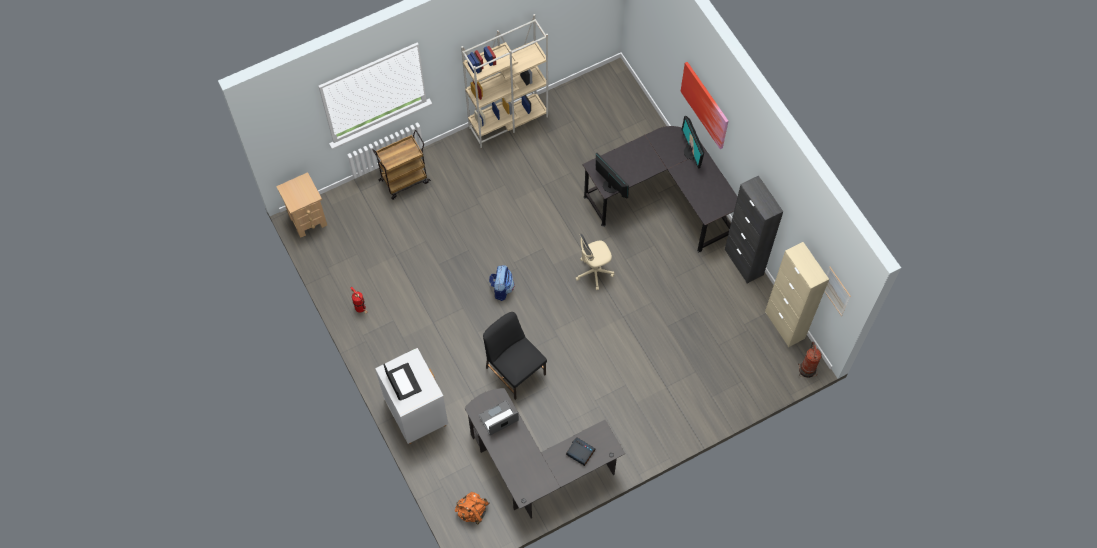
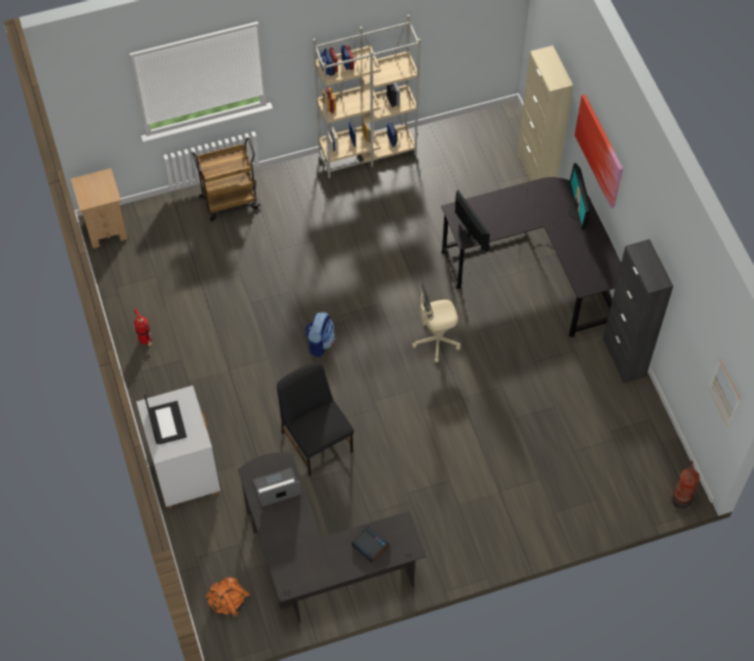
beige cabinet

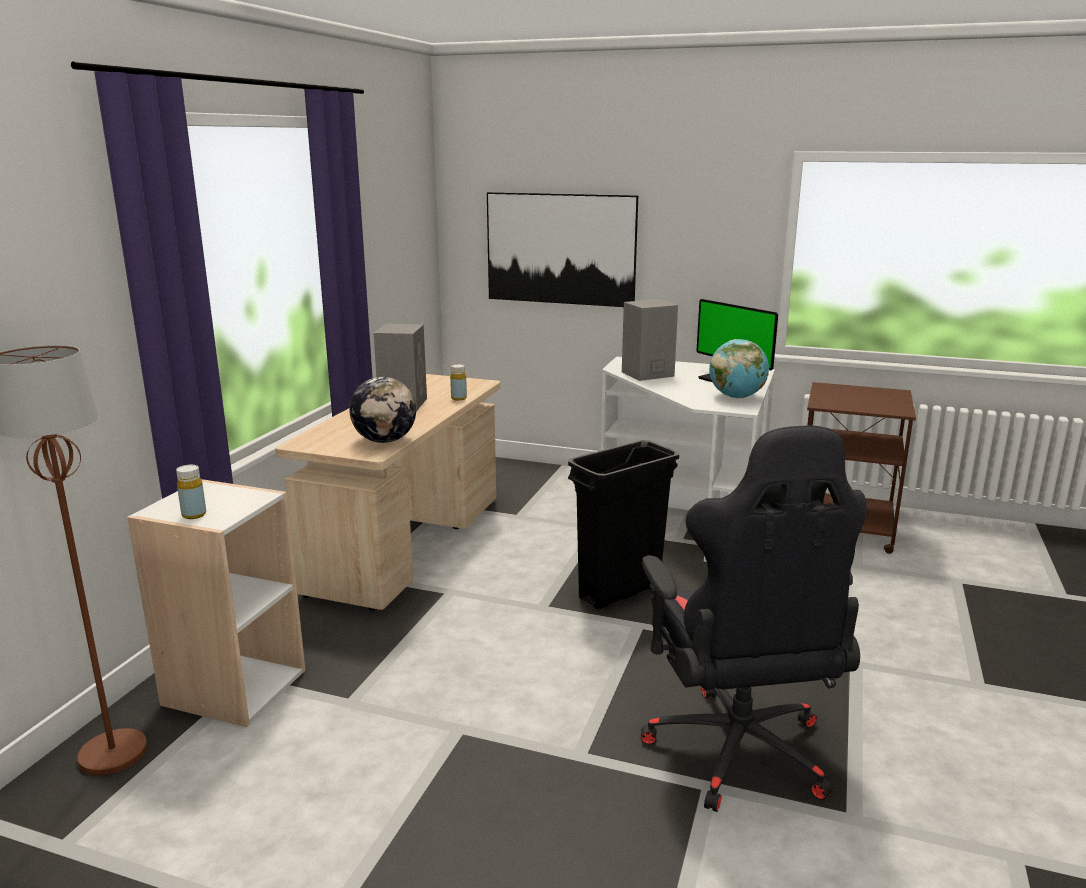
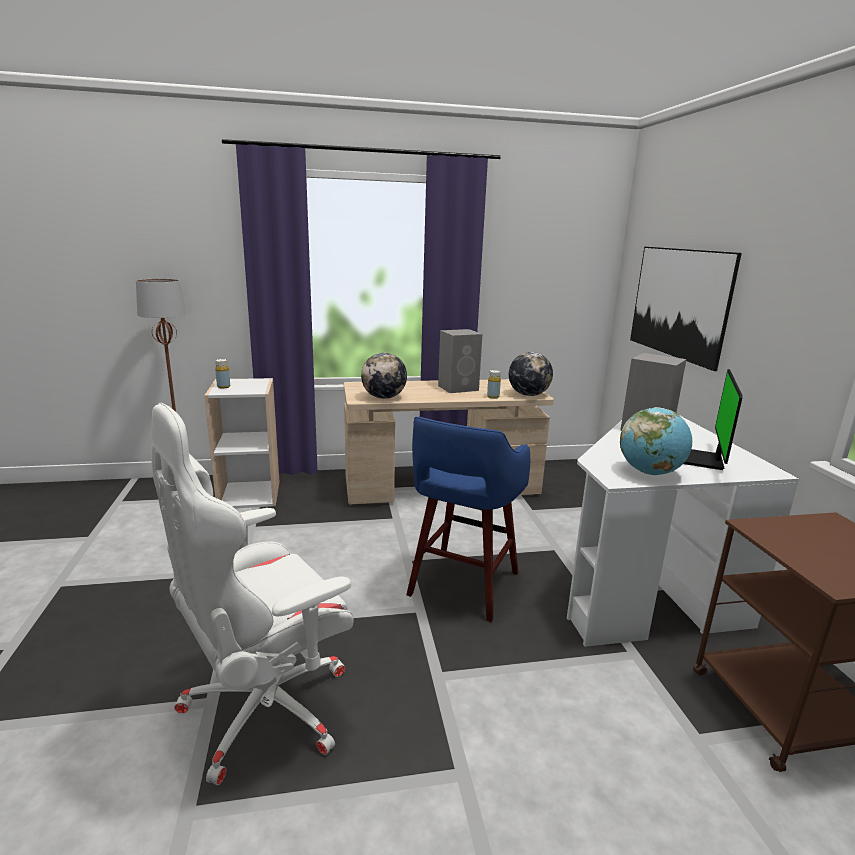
white office chair; blue stool; globe (no. 2 from left)

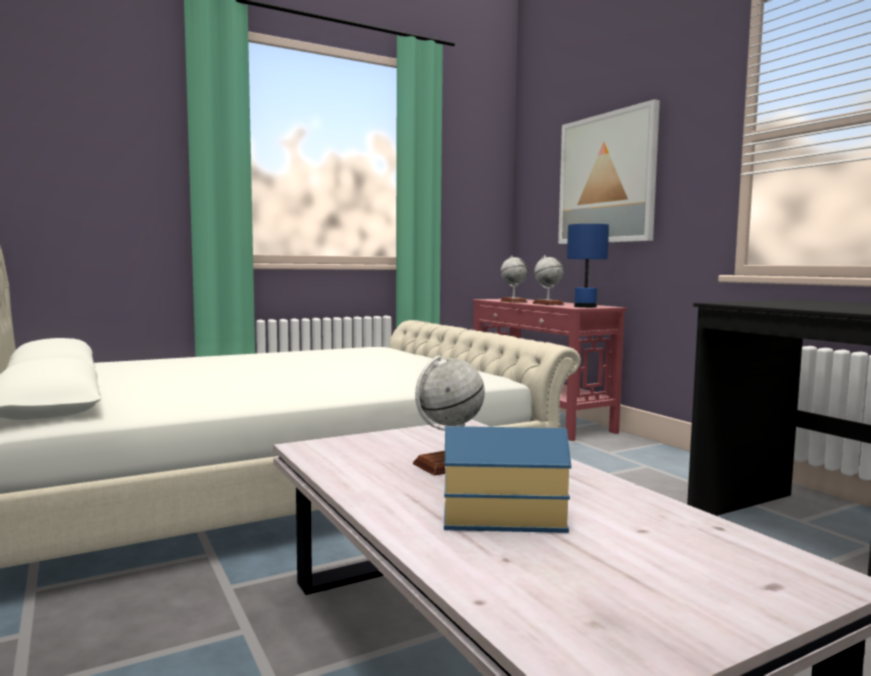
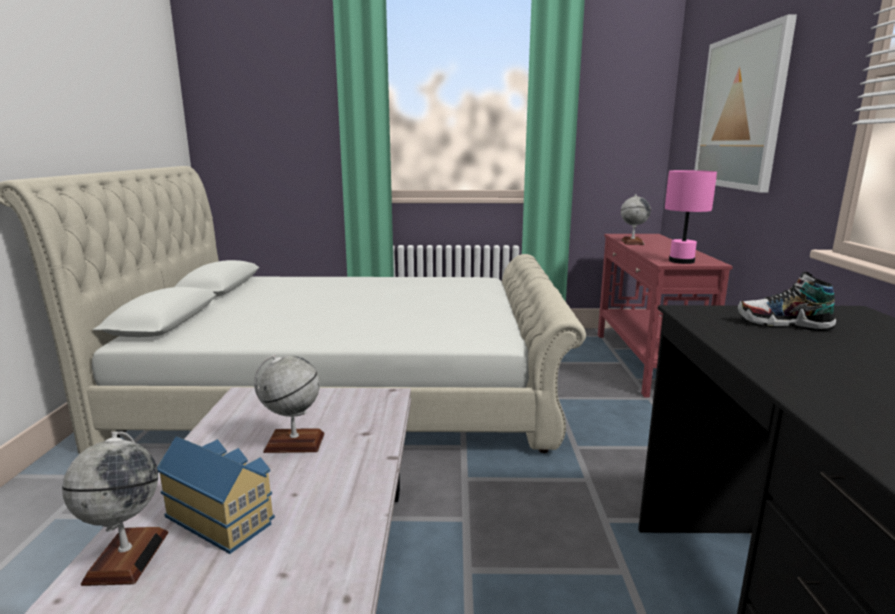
pink table lamp; globe (no. 1 from left); shoe

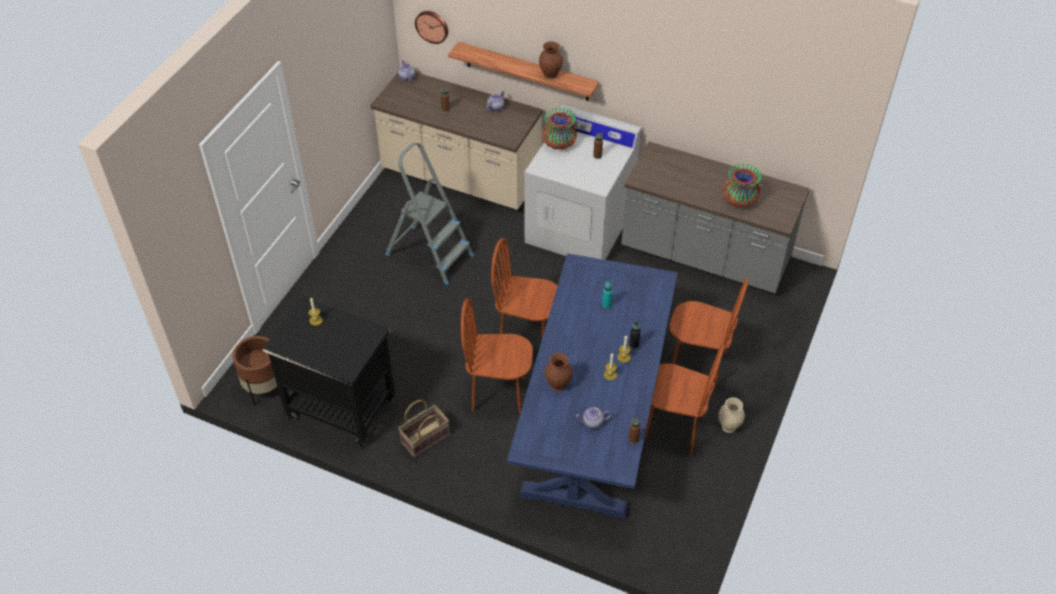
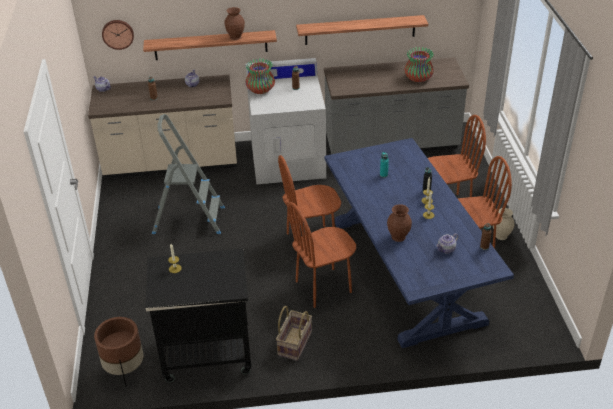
shelf (no. 2 from left)

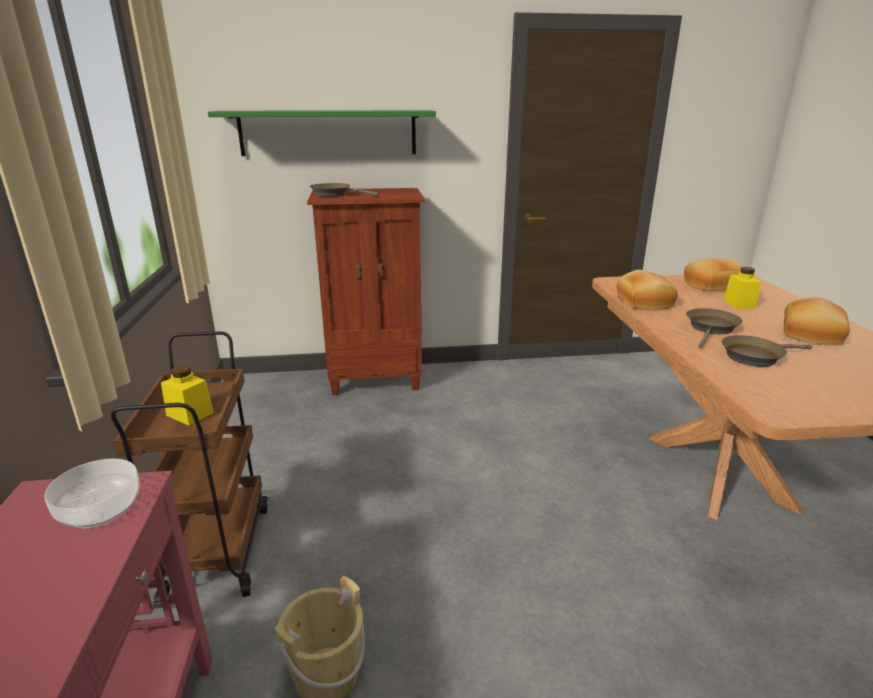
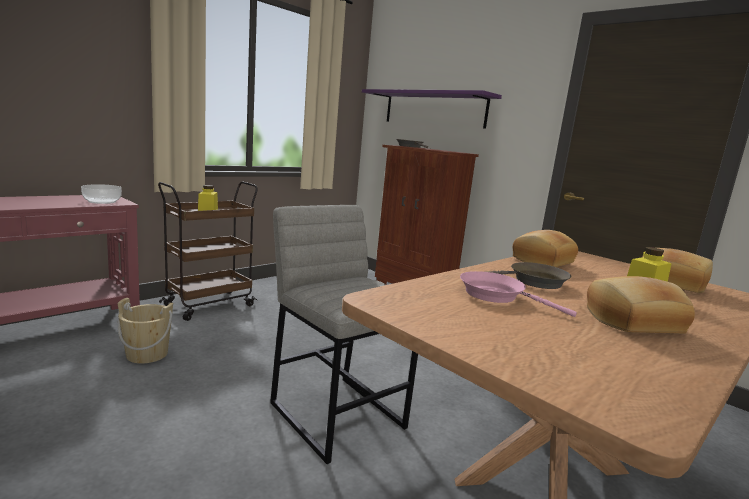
purple shelf; pink frying pan; grey chair

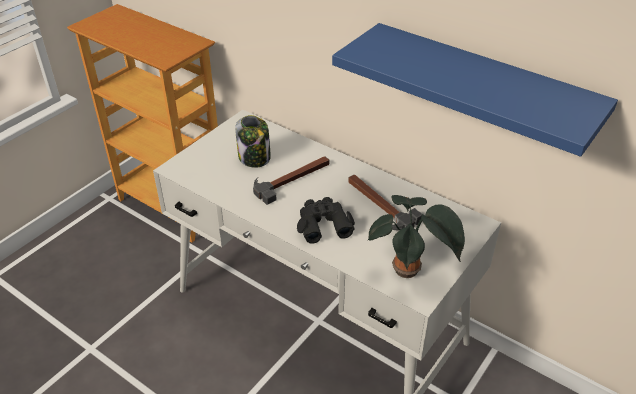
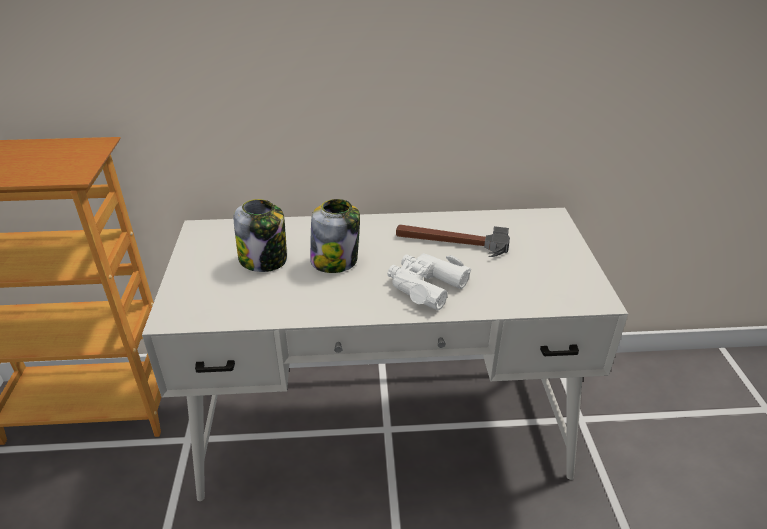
blue shelf; jar (no. 2 from left); potted plant; white binoculars

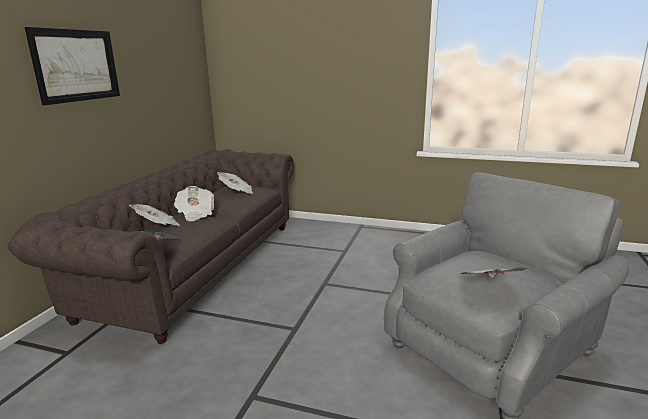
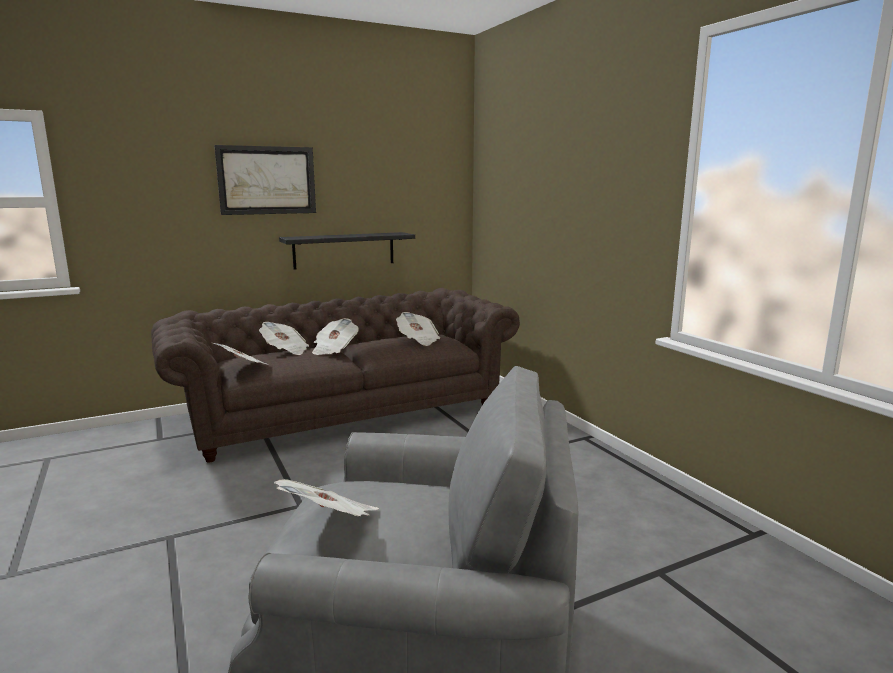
black shelf

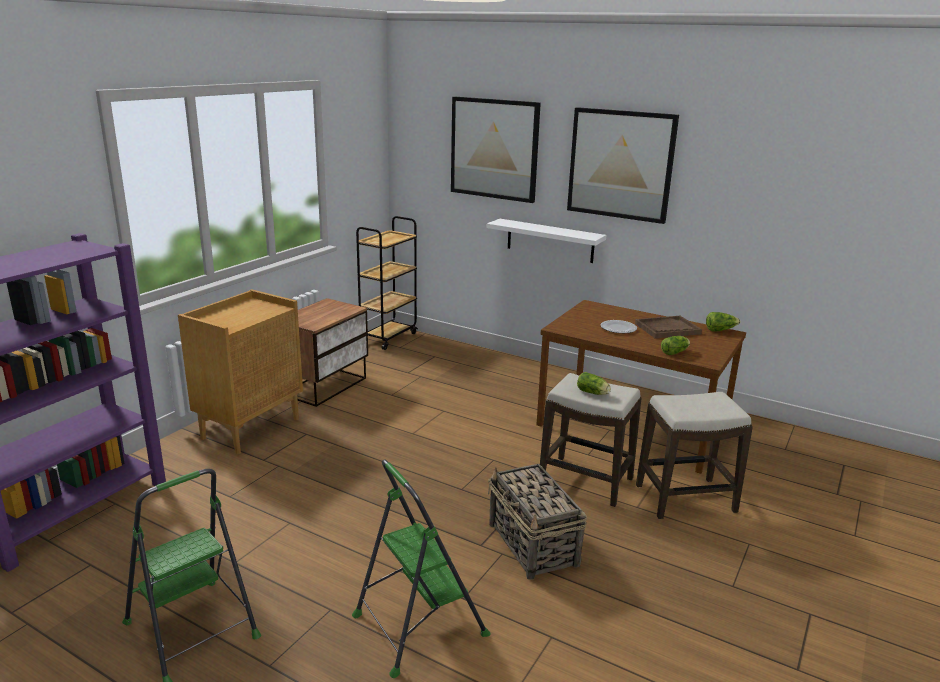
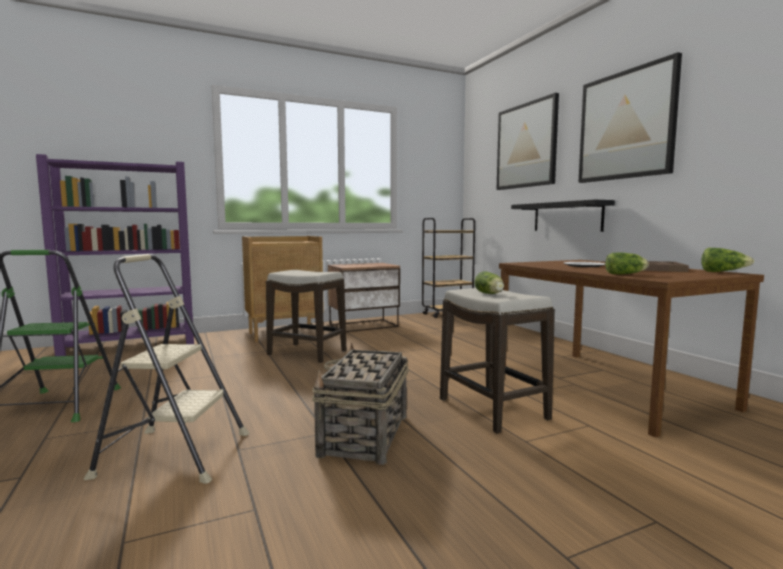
black shelf; stool (no. 1 from left); beige step ladder

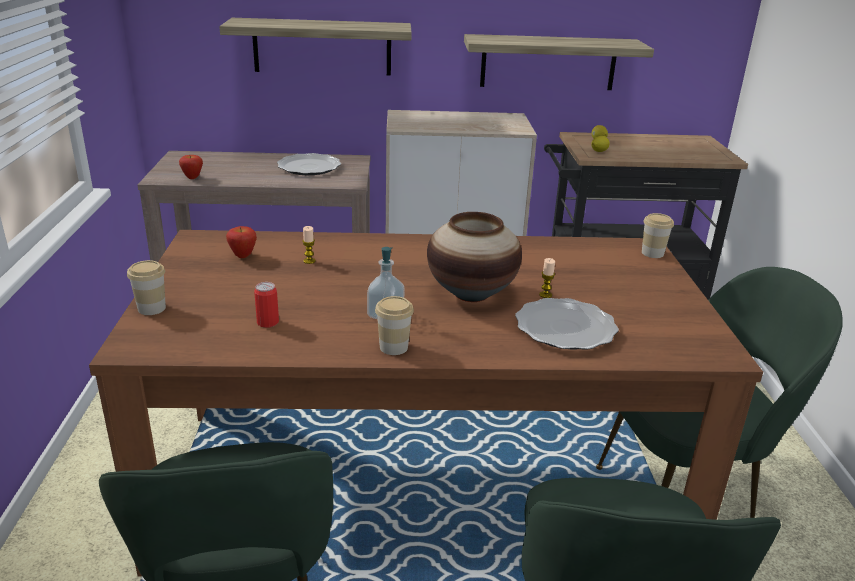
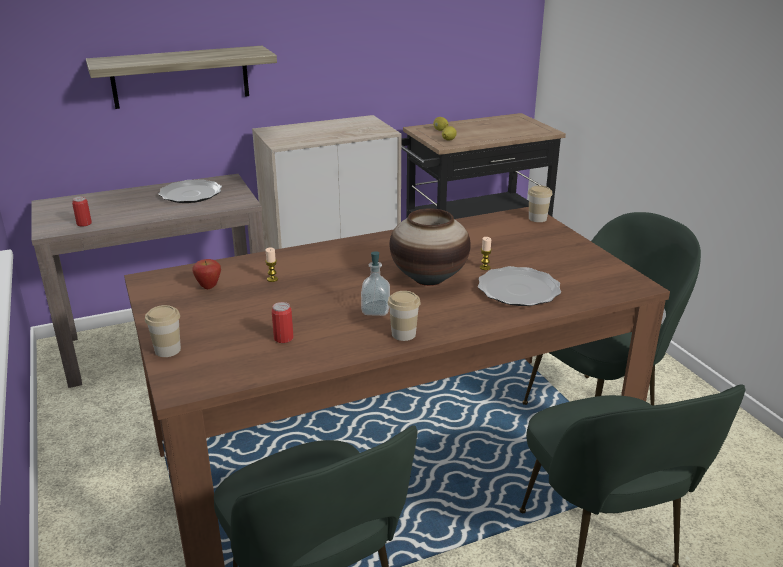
shelf (no. 2 from left in the first image); can (no. 1 from left)

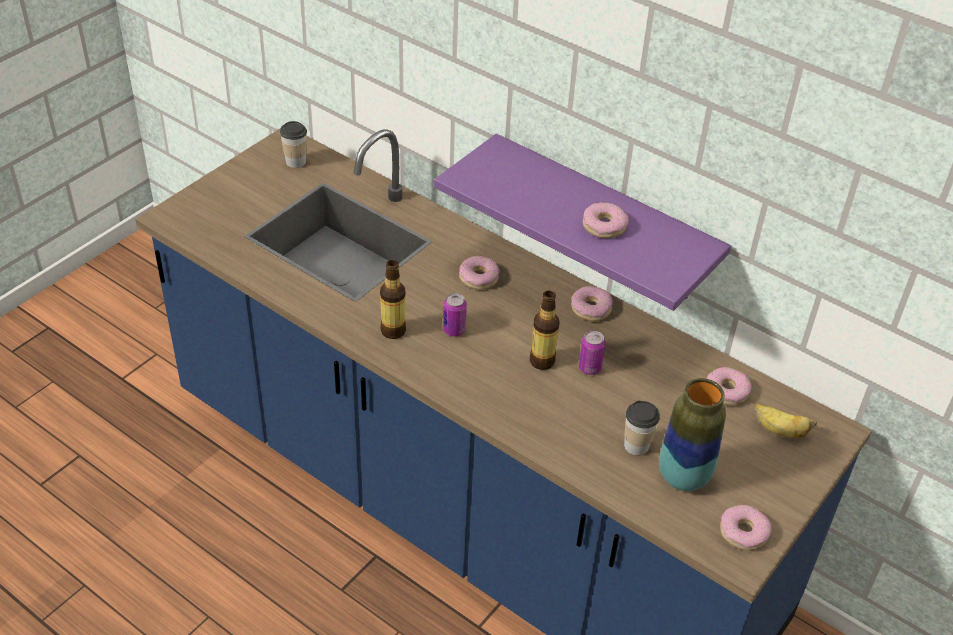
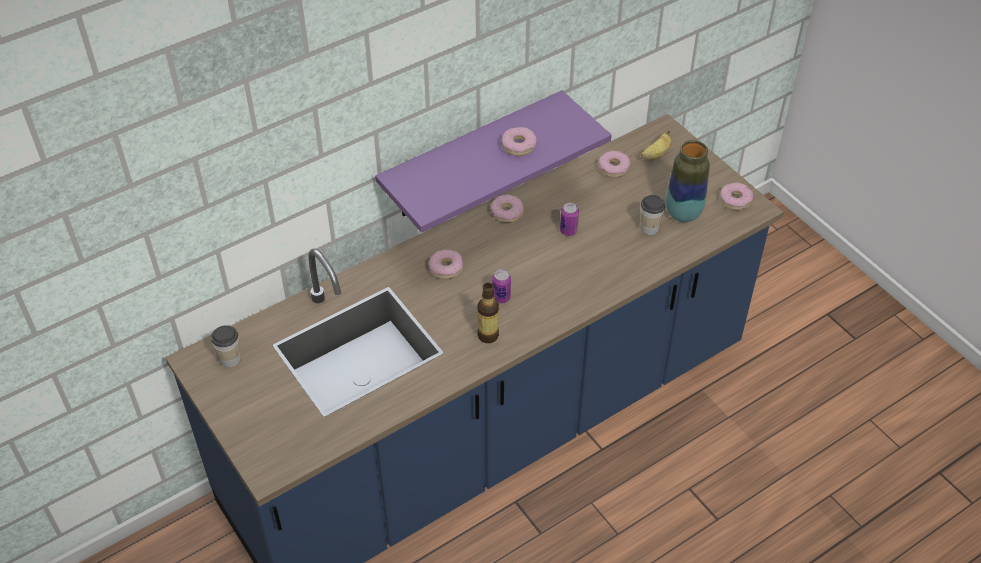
bottle (no. 2 from left in the first image)

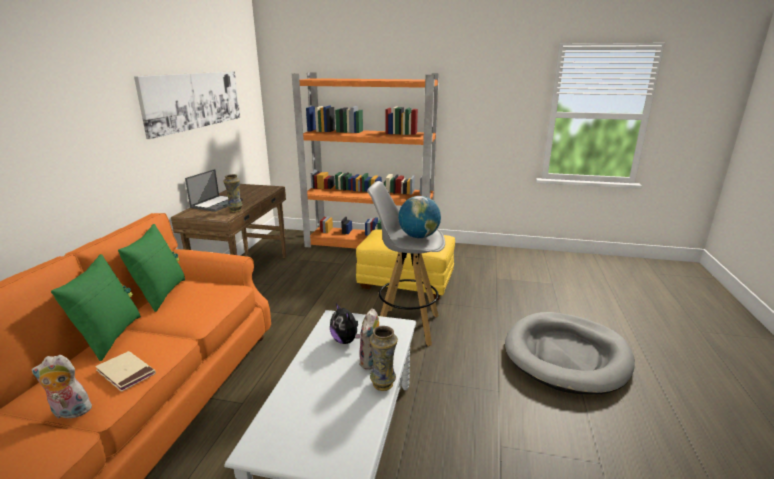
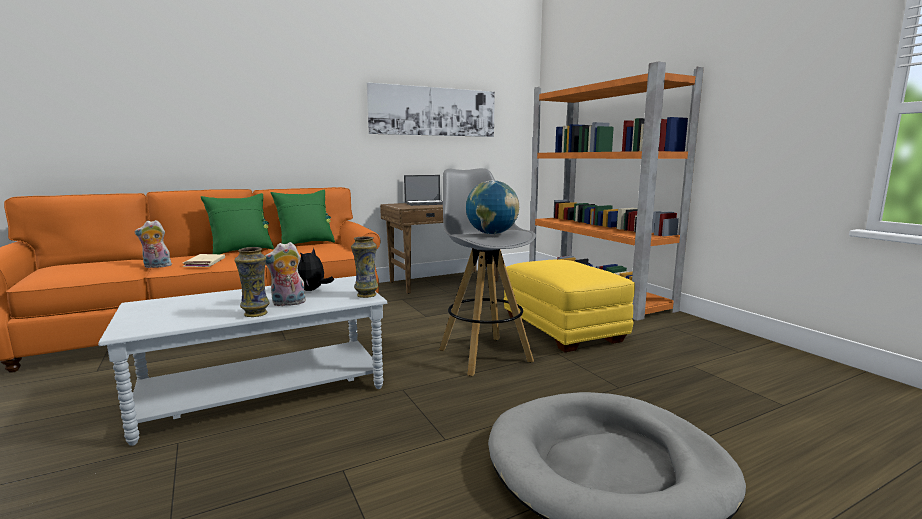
vase (no. 2 from left); plush toy (no. 1 from left)

